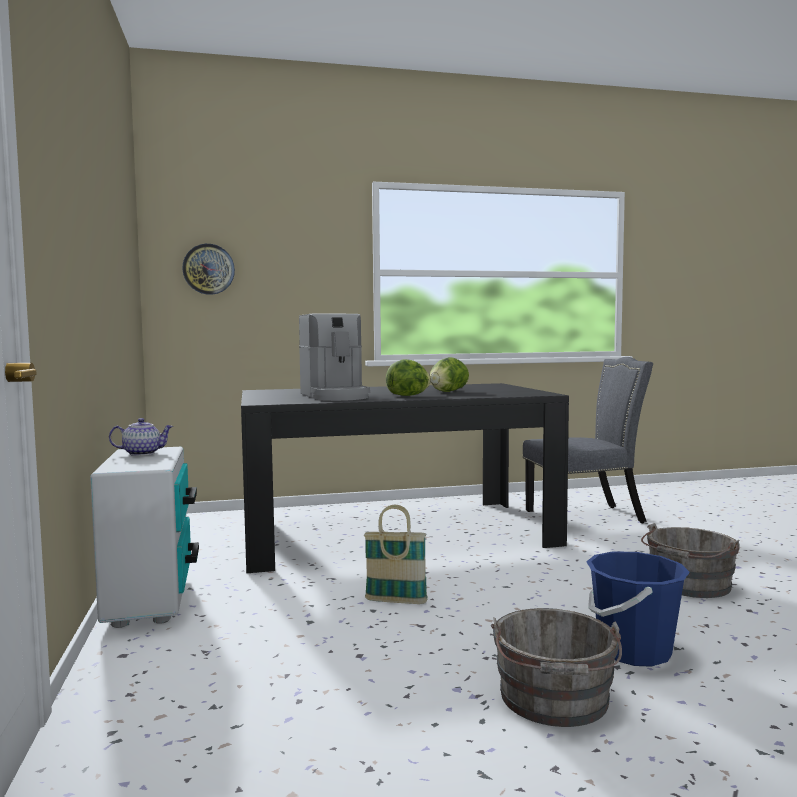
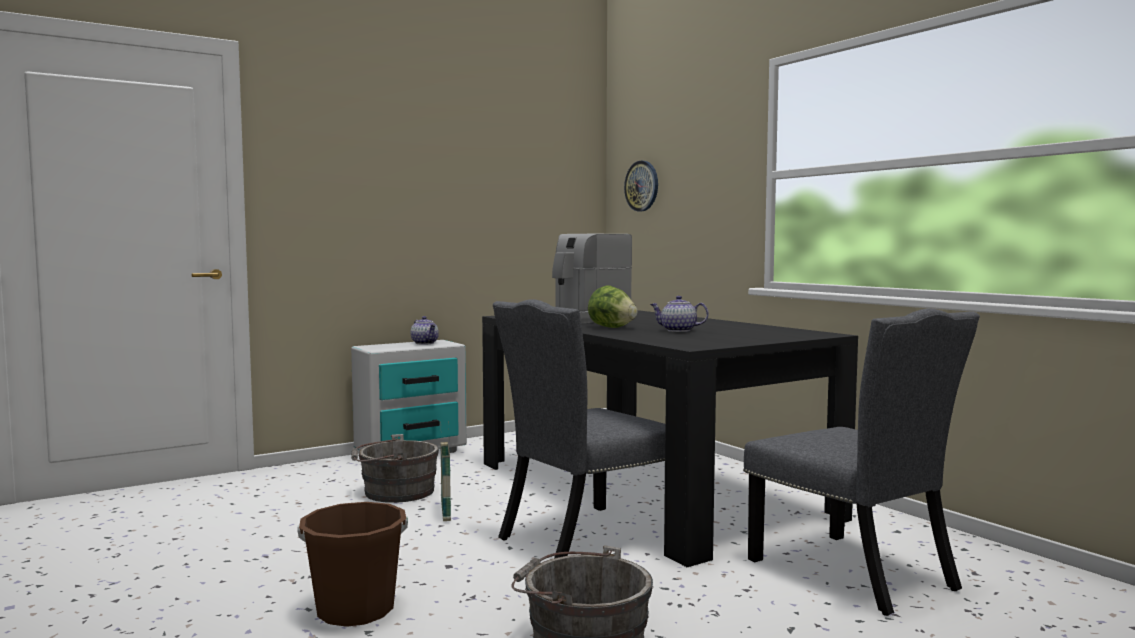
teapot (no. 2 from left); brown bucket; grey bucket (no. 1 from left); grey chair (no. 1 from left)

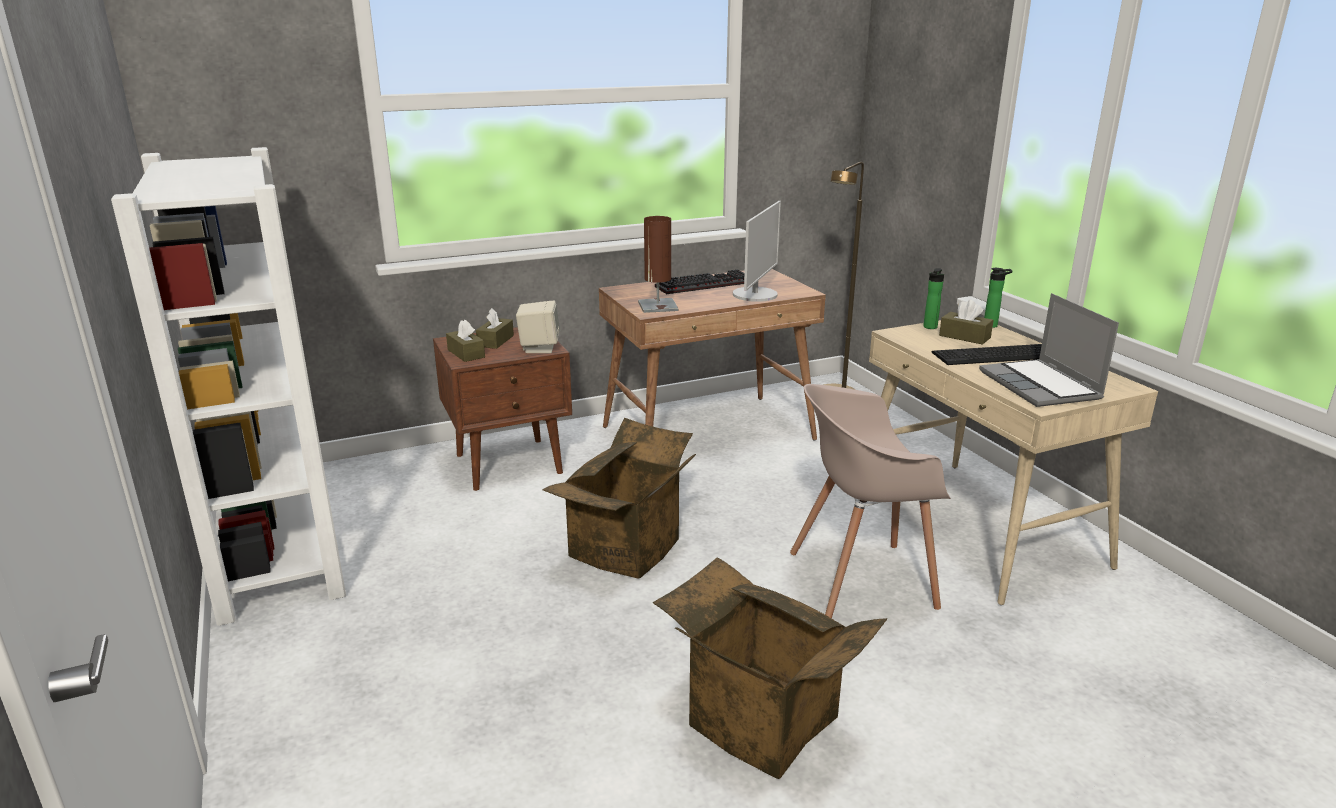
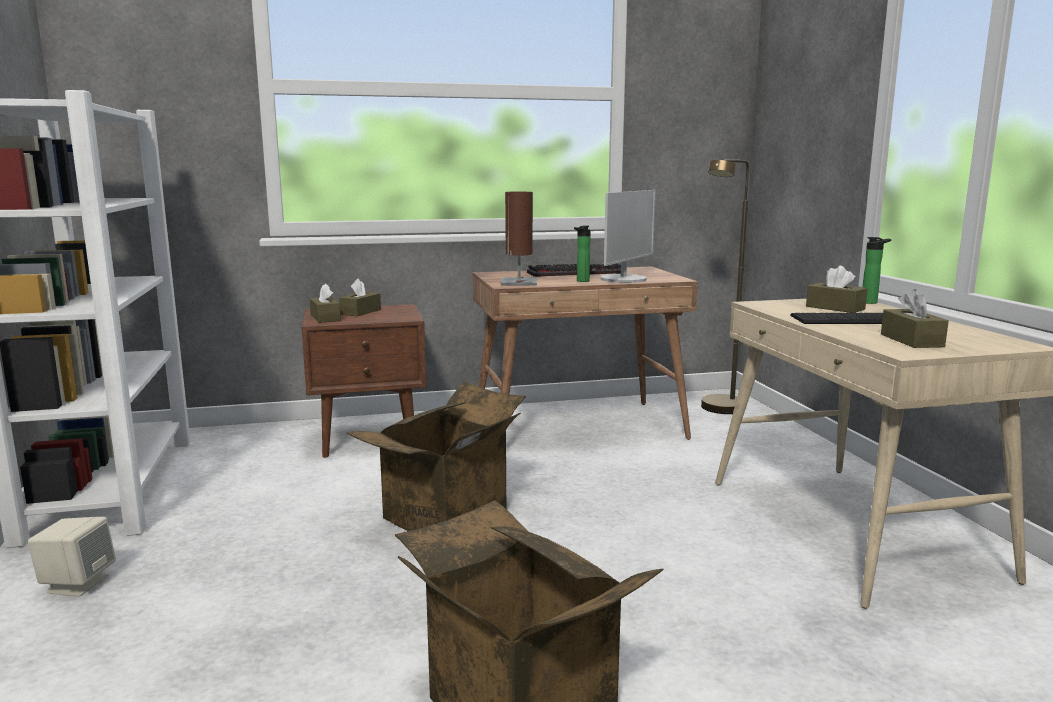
bottle (no. 1 from left); brown tissue box (no. 4 from left); beige speaker; beige chair

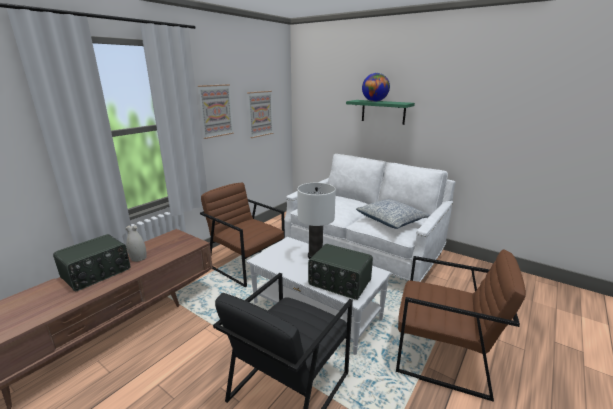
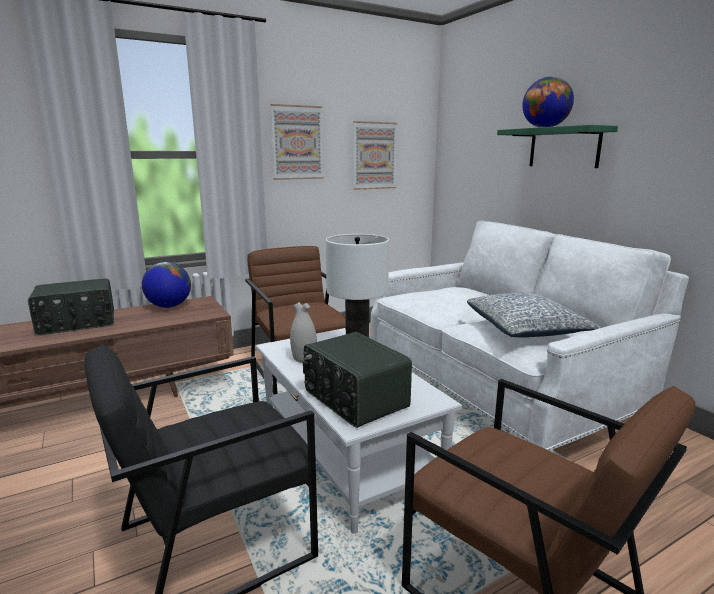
white vase; globe (no. 1 from left)

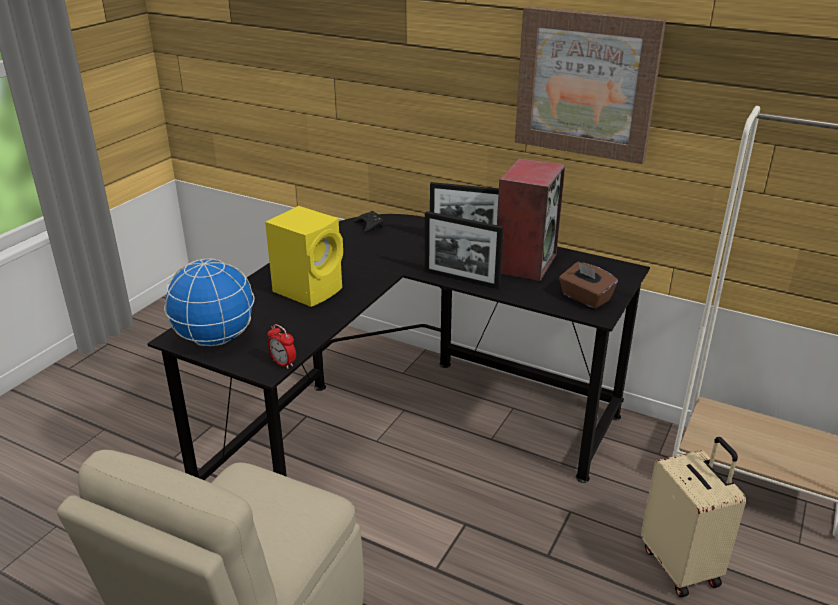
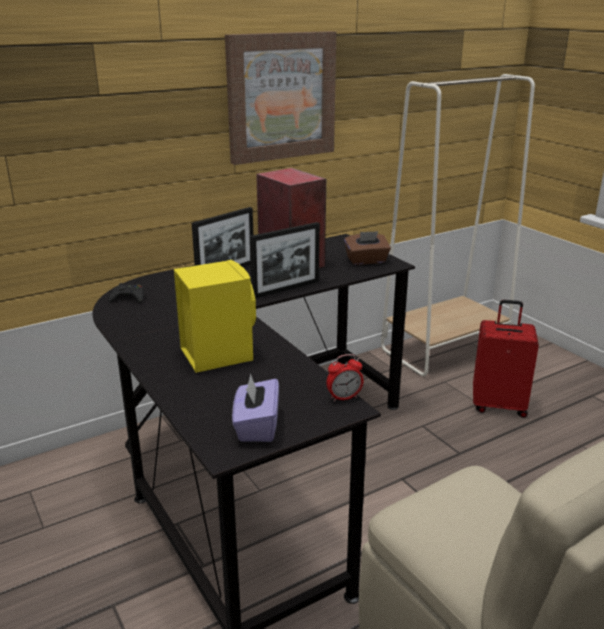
purple tissue box; red suitcase

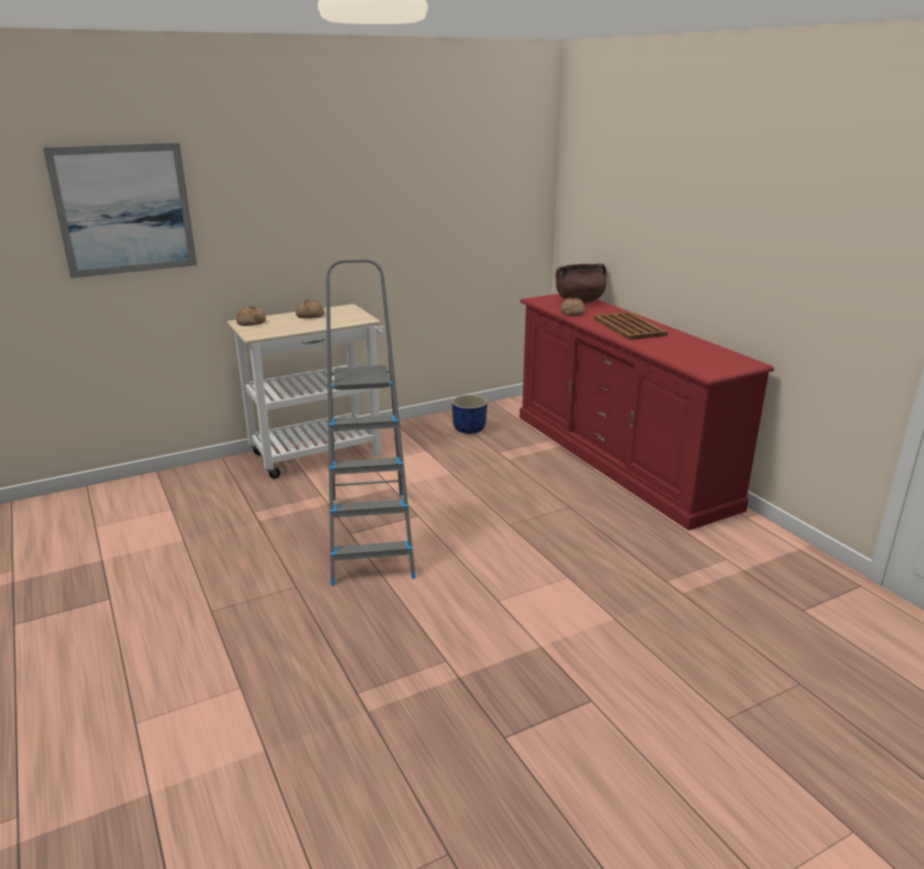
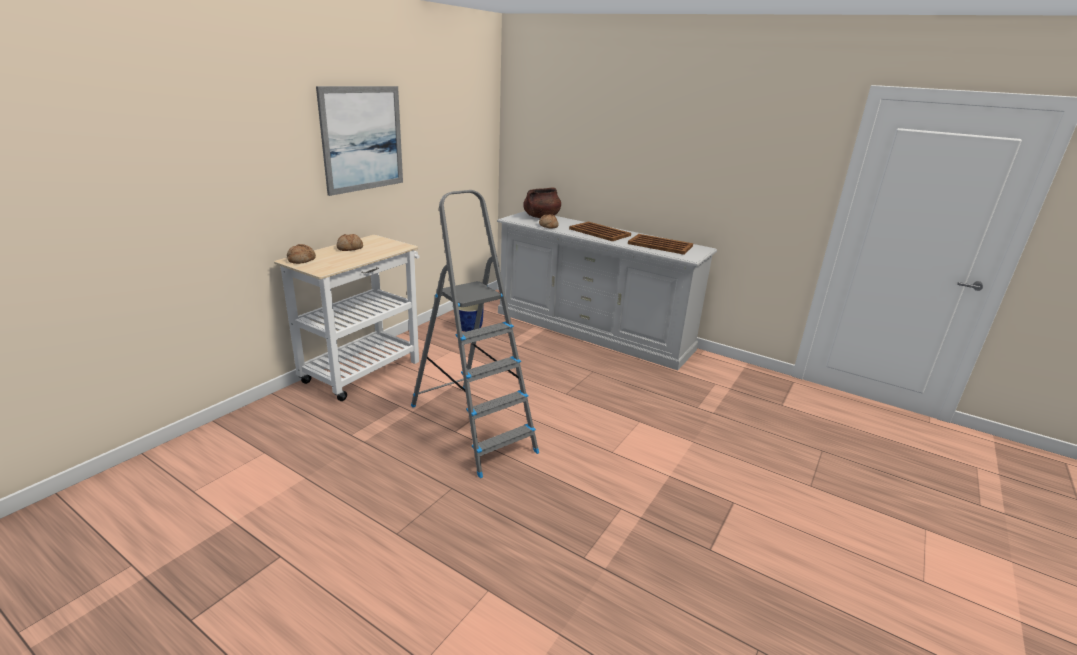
picture; white cabinet; brown tray (no. 2 from left)

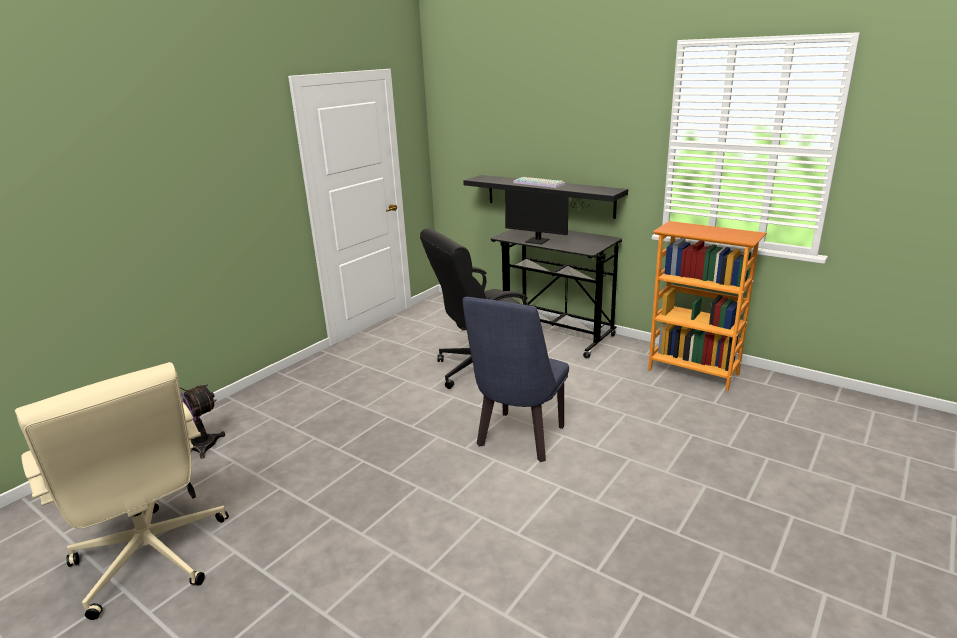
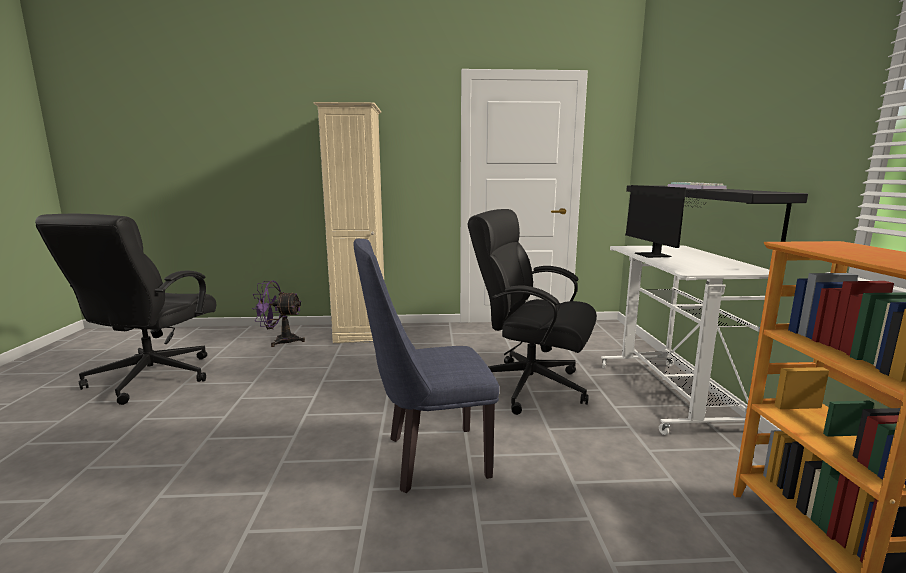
white desk; black office chair (no. 1 from left); beige cabinet

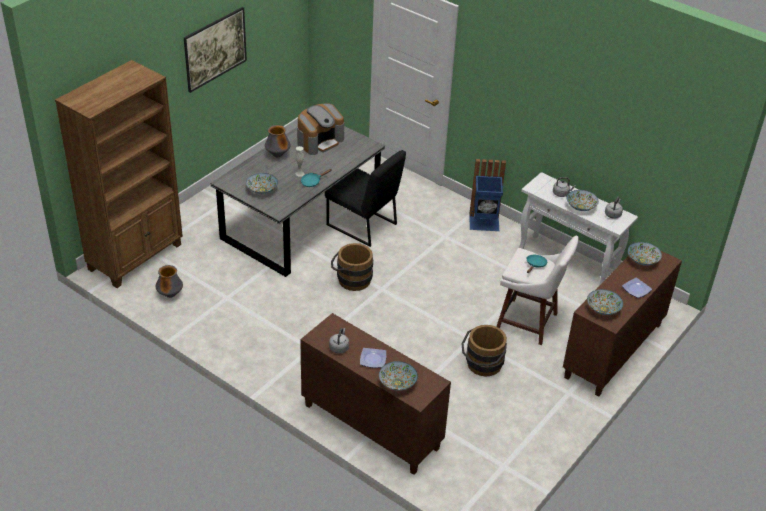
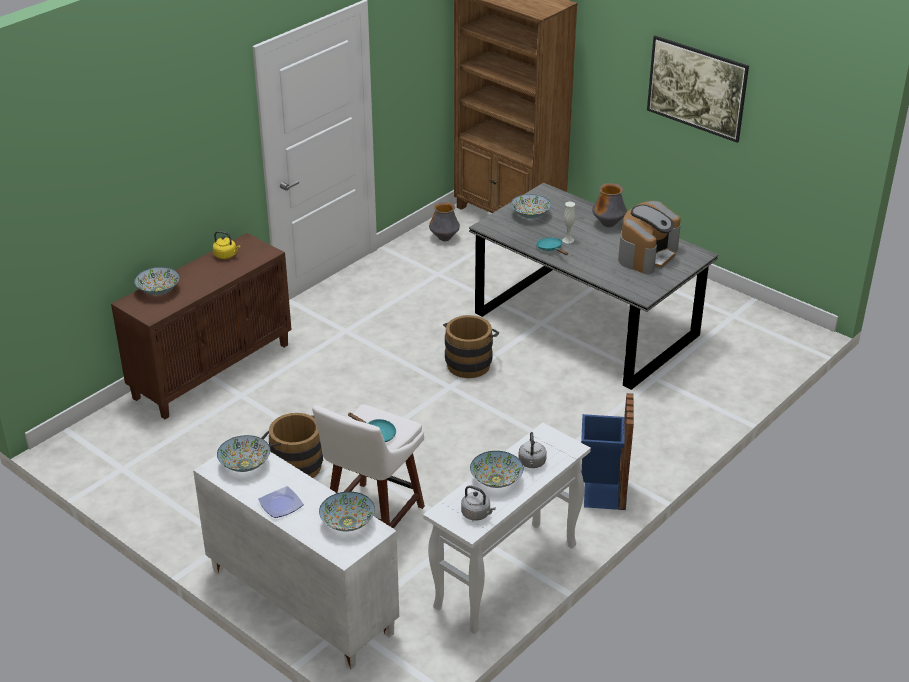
coffee machine; black chair; white cabinet; yellow kettle; plate (no. 1 from left in the first image)

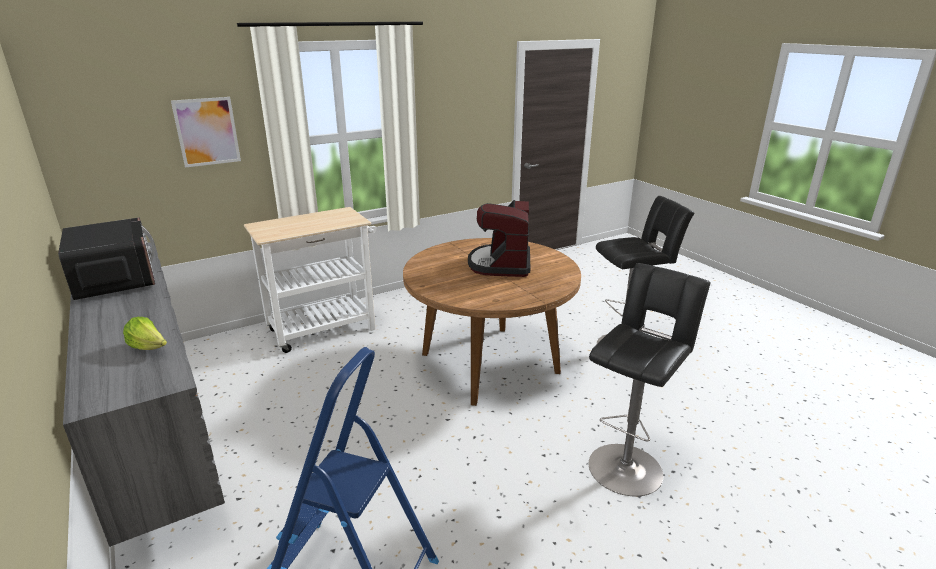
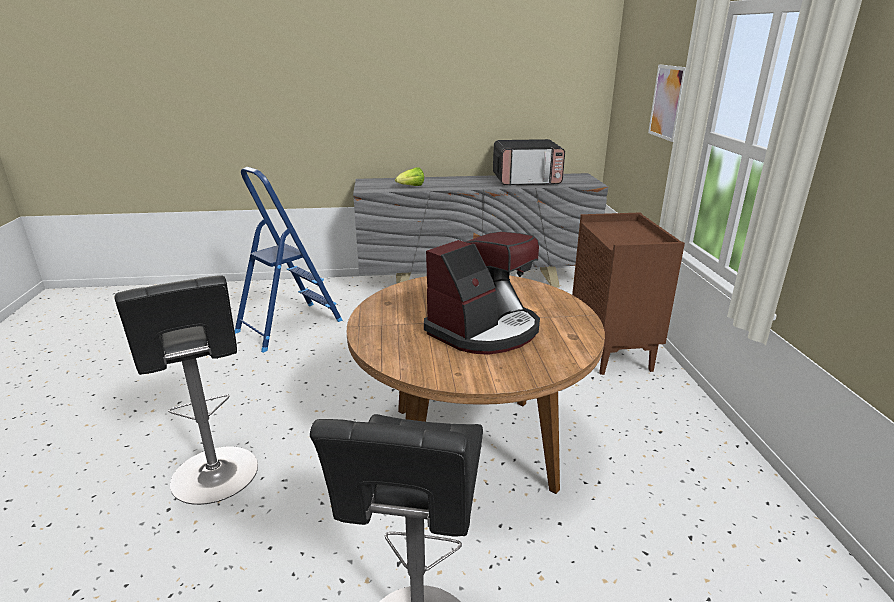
coffee machine; brown cabinet

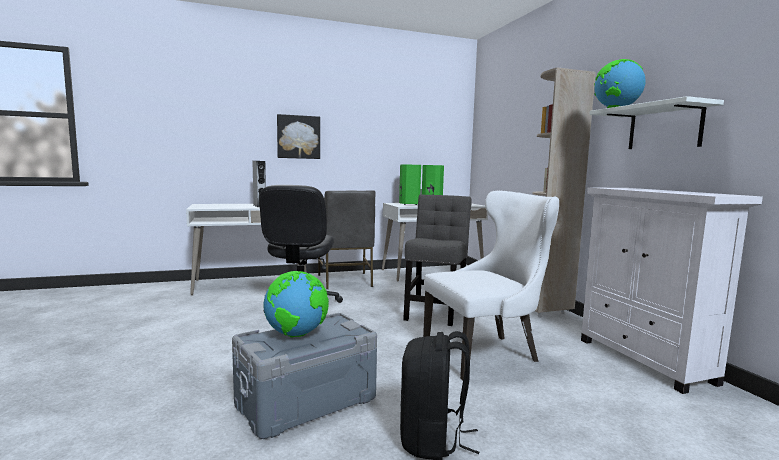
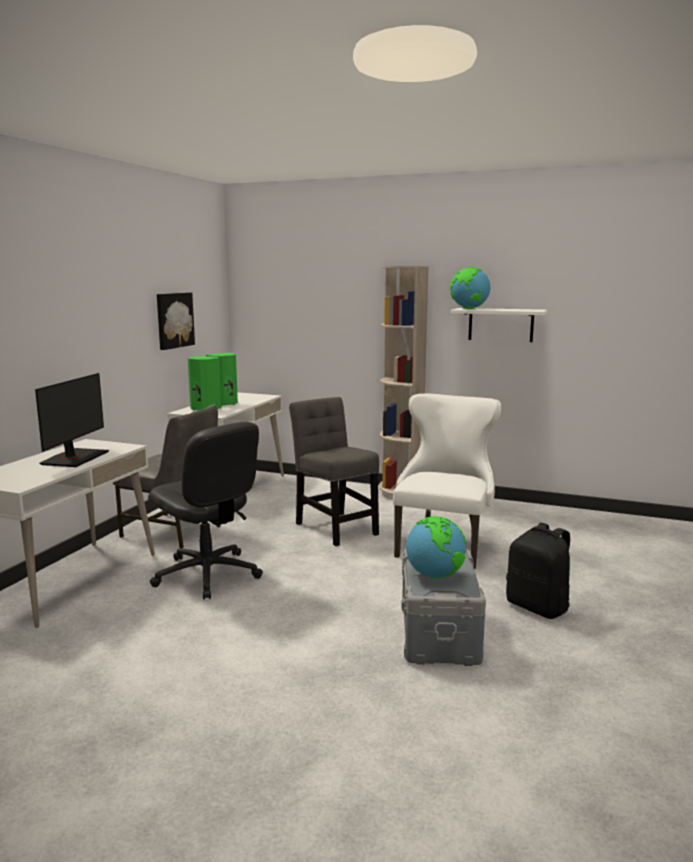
picture; monitor; white cabinet

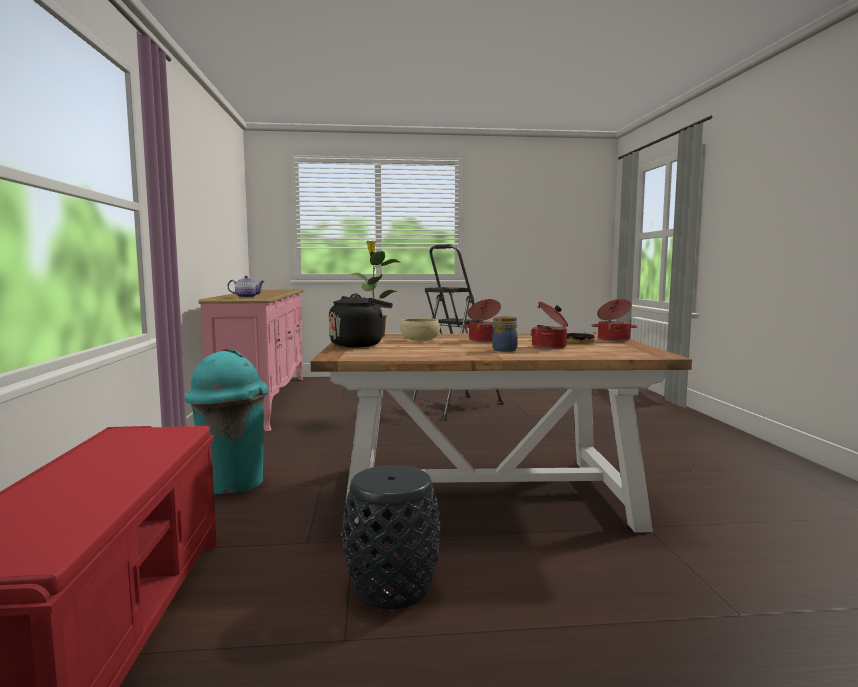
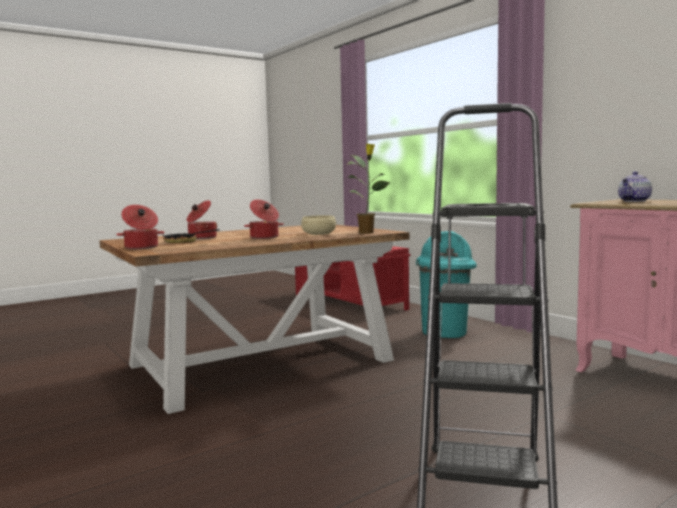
black kettle; jar; black stool

